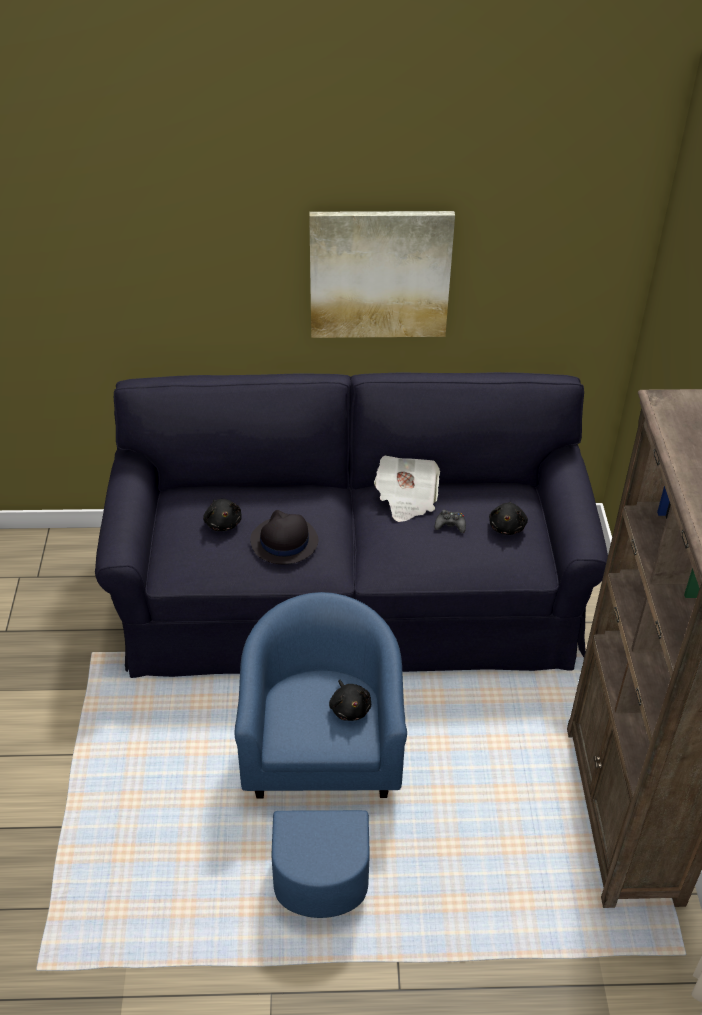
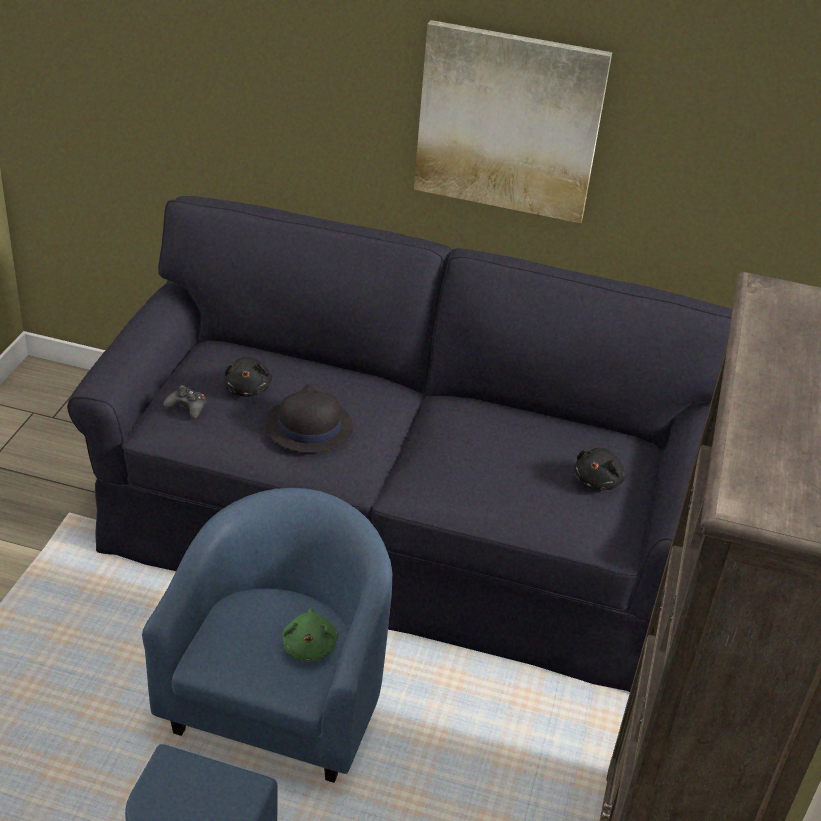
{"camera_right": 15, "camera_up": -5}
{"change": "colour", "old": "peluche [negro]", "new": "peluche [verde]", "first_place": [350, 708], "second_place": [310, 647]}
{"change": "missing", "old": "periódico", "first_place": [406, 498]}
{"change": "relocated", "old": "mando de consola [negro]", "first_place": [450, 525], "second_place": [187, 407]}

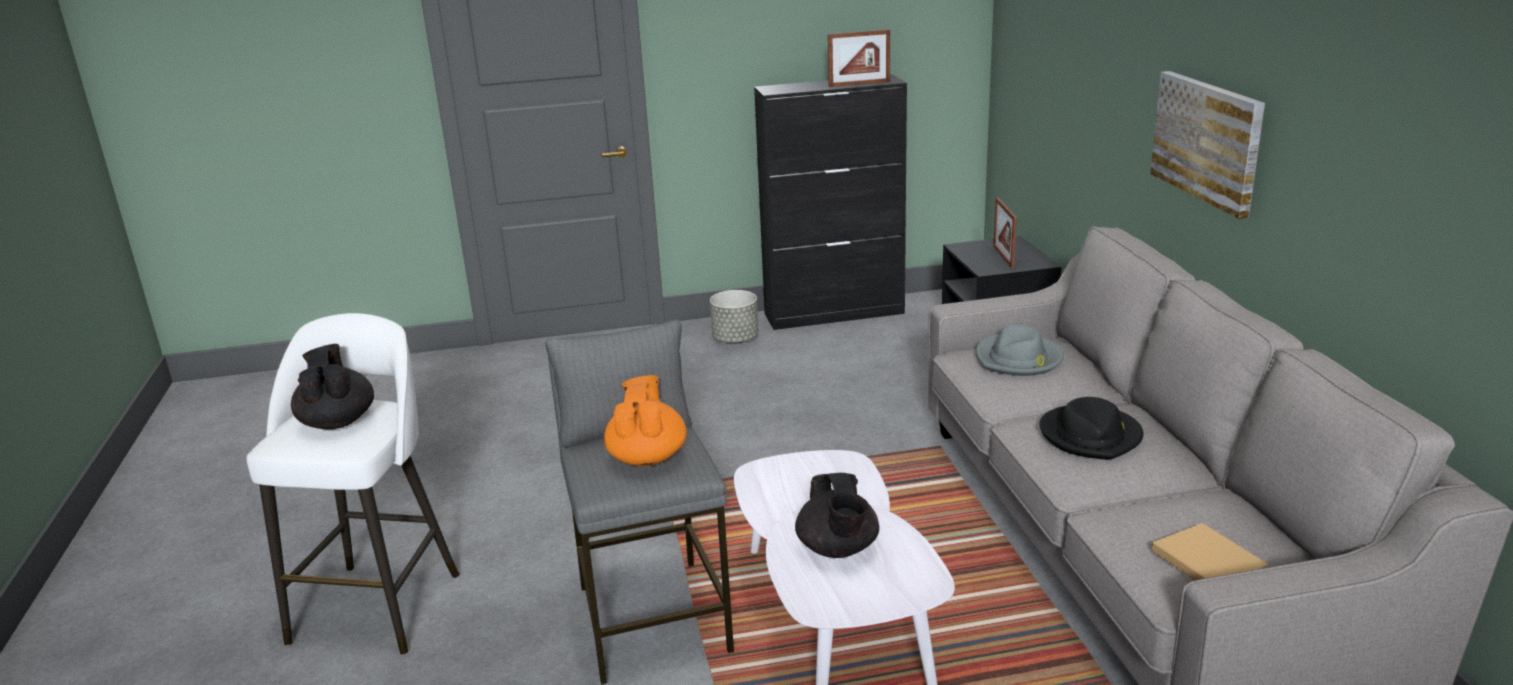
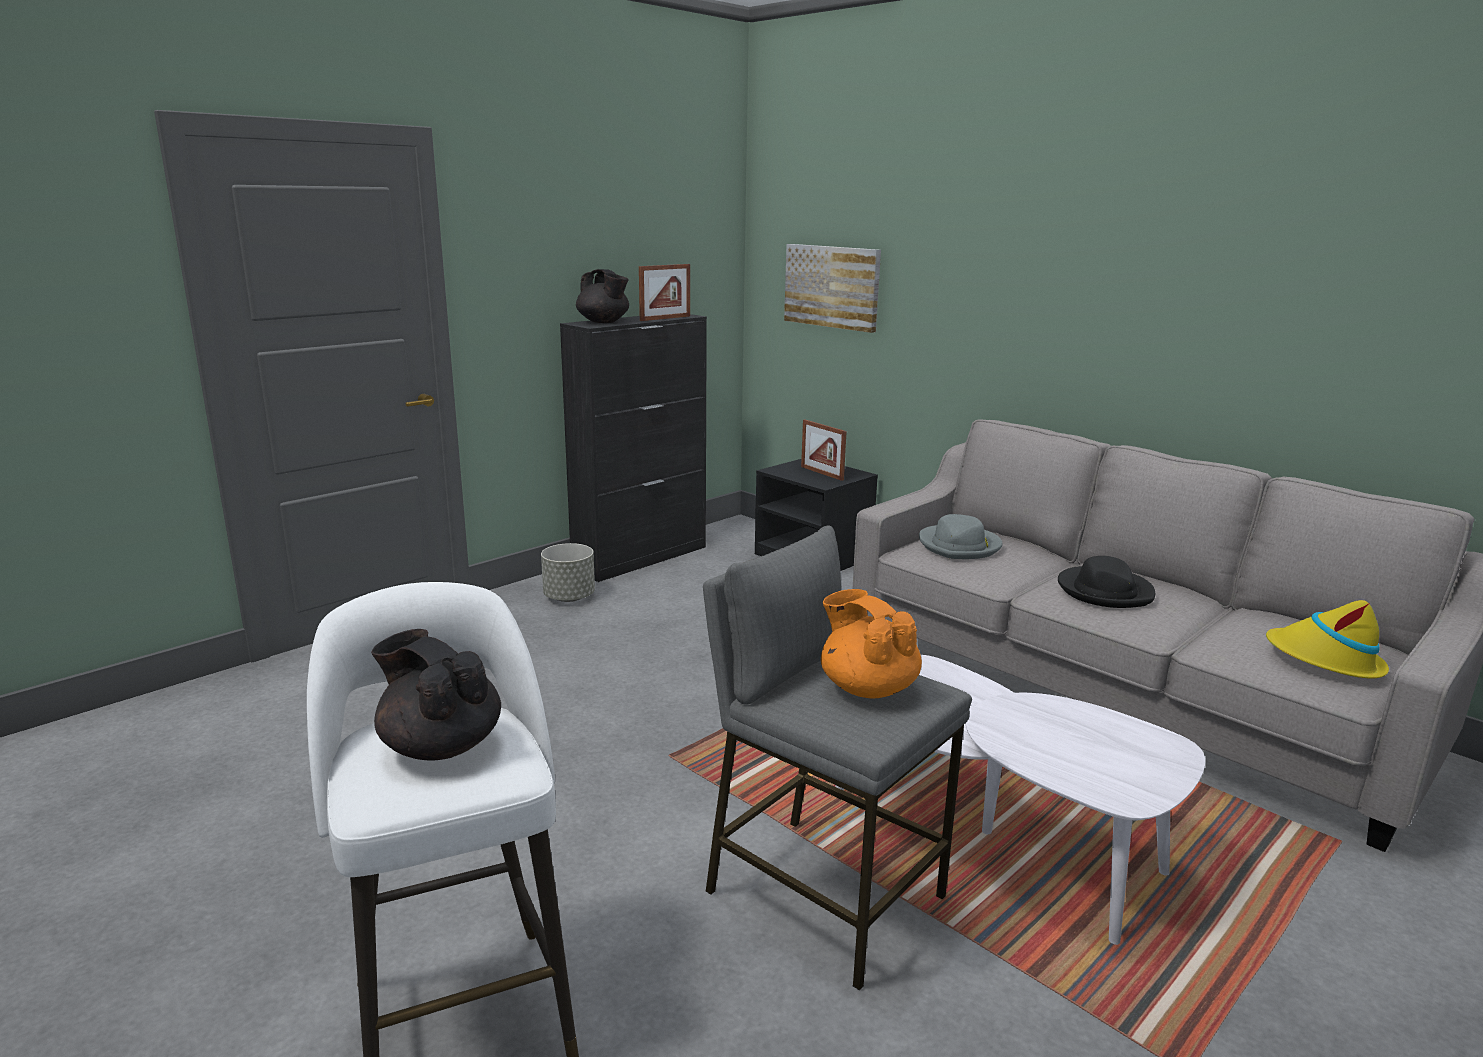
{"camera_right": -35, "camera_up": -5}
{"change": "relocated", "old": "tetera [negro]", "first_place": [838, 549], "second_place": [603, 322]}
{"change": "relocated", "old": "cuadro", "first_place": [1207, 141], "second_place": [832, 286]}
{"change": "exchanged", "old": "libro [beis]", "new": "sombrero [amarillo]", "first_place": [1205, 560], "second_place": [1324, 660]}

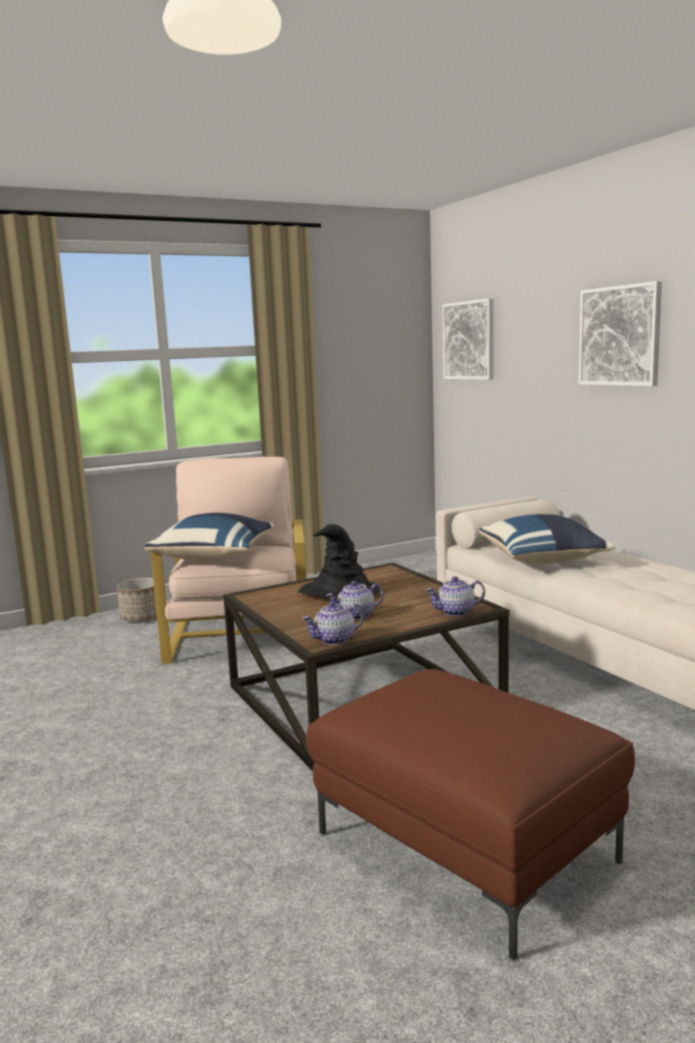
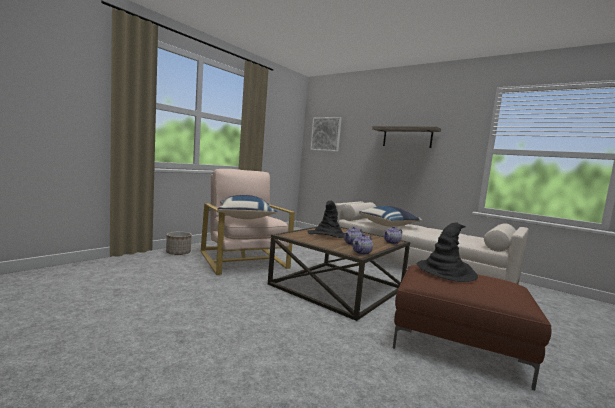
{"camera_right": -25, "camera_up": -5}
{"change": "exchanged", "old": "cuadro", "new": "estante", "first_place": [620, 336], "second_place": [407, 137]}
{"change": "appeared", "new": "sombrero [negro]", "second_place": [446, 271]}

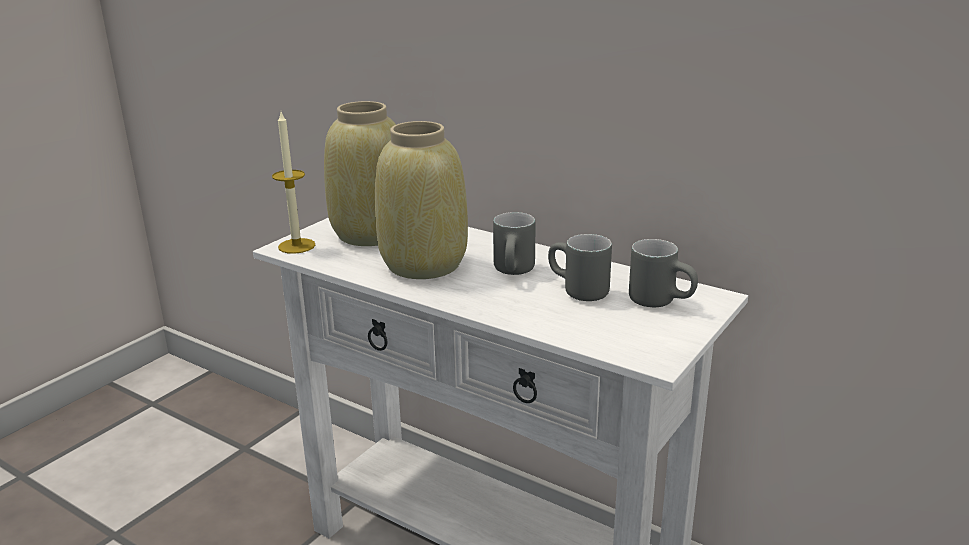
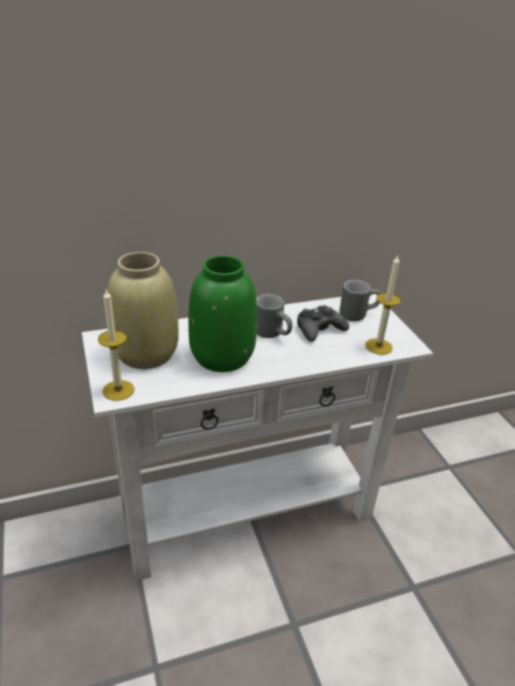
{"camera_right": -55, "camera_up": 10}
{"change": "colour", "old": "florero [beis]", "new": "florero [verde]", "first_place": [423, 264], "second_place": [221, 356]}
{"change": "exchanged", "old": "taza grande [gris]", "new": "mando de consola [negro]", "first_place": [576, 292], "second_place": [319, 329]}
{"change": "appeared", "new": "vela", "second_place": [378, 346]}

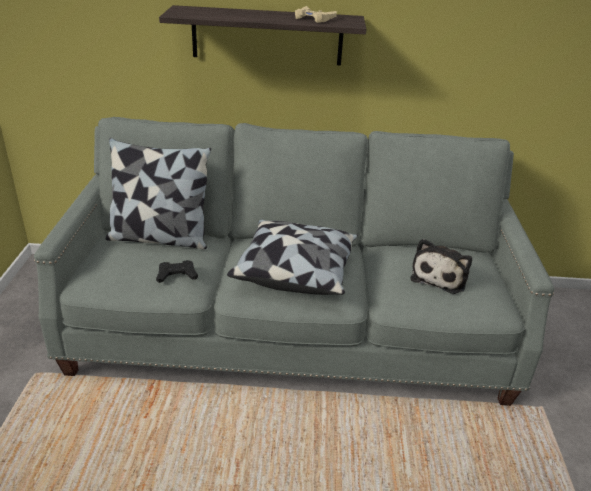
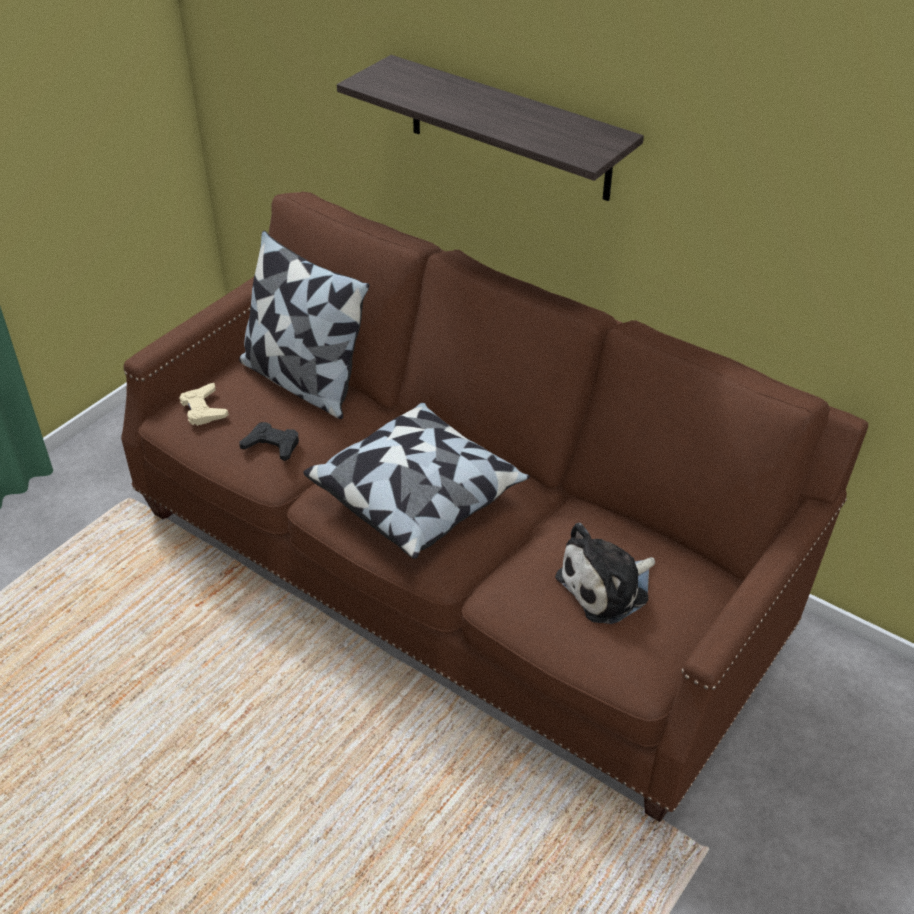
{"camera_right": 35, "camera_up": 10}
{"change": "colour", "old": "sofá [gris]", "new": "sofá [marrón]", "first_place": [292, 328], "second_place": [459, 568]}
{"change": "relocated", "old": "mando de consola [beis]", "first_place": [313, 18], "second_place": [203, 409]}

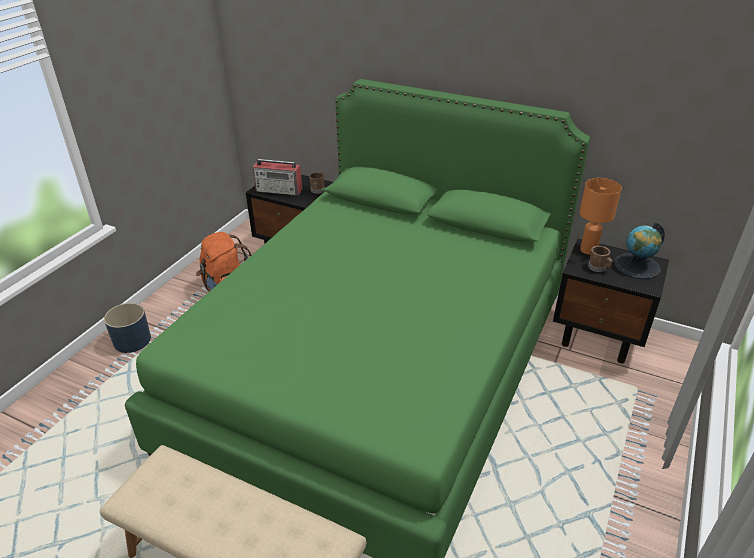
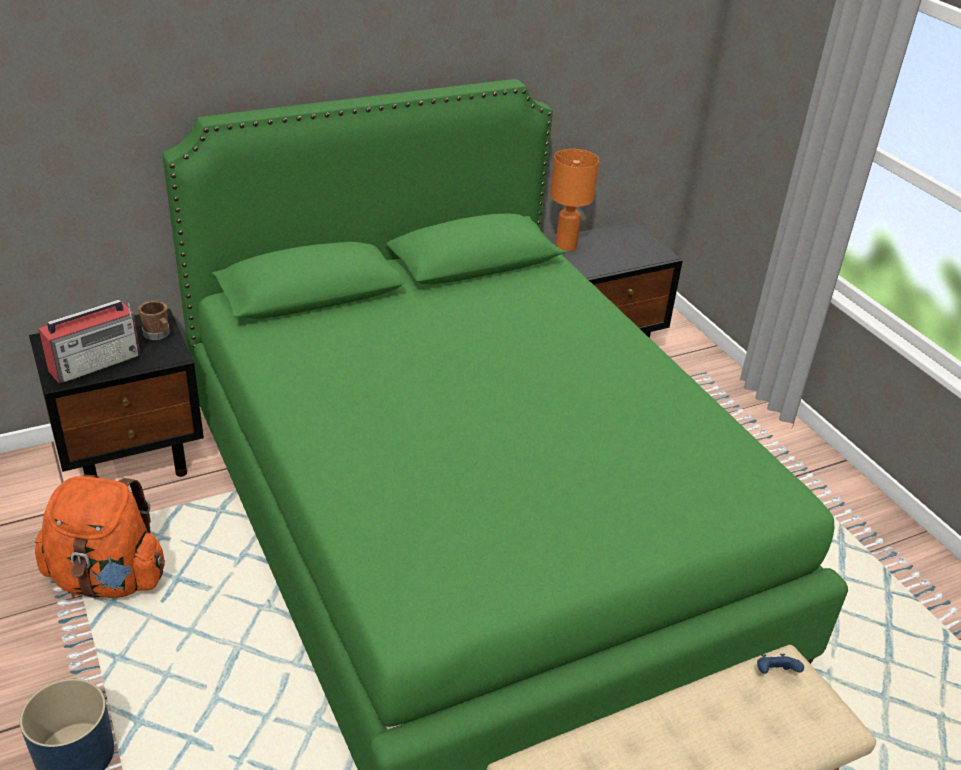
{"camera_right": -55, "camera_up": 0}
{"change": "missing", "old": "taza grande [marrón]", "first_place": [598, 268]}
{"change": "missing", "old": "globo terráqueo", "first_place": [637, 266]}
{"change": "appeared", "new": "mando de consola [azul]", "second_place": [774, 673]}

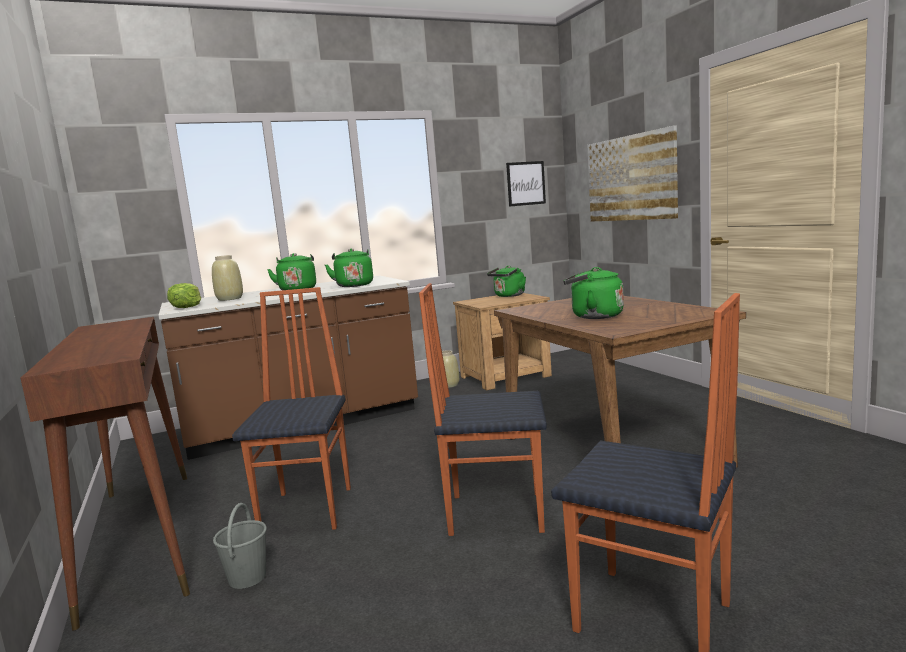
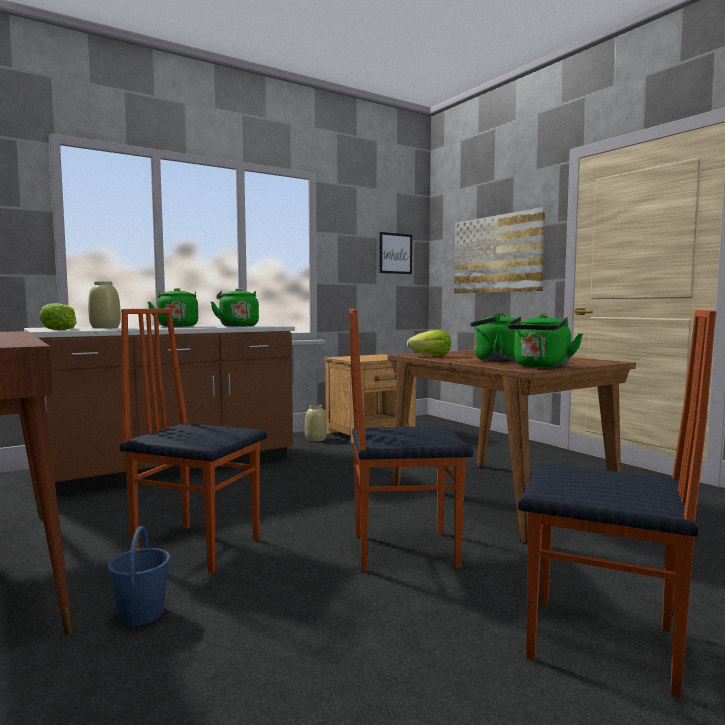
{"camera_right": -10, "camera_up": -5}
{"change": "colour", "old": "cubo [gris]", "new": "cubo [azul]", "first_place": [247, 577], "second_place": [142, 613]}
{"change": "spun", "old": "silla", "first_place": [309, 509], "second_place": [198, 546], "degrees": -60}
{"change": "relocated", "old": "hervidor [verde]", "first_place": [508, 296], "second_place": [540, 366]}
{"change": "appeared", "new": "lechuga", "second_place": [431, 356]}

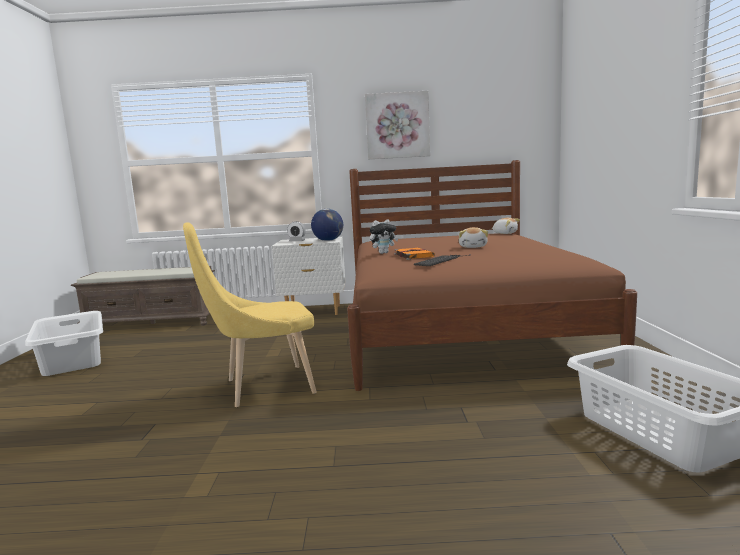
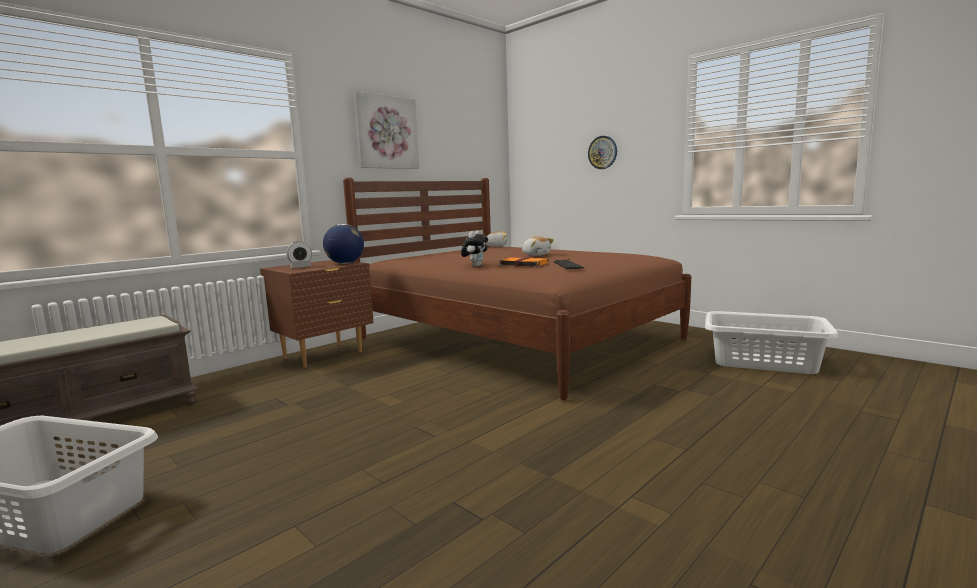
{"camera_right": -45, "camera_up": 0}
{"change": "missing", "old": "silla [amarillo]", "first_place": [262, 387]}
{"change": "colour", "old": "mesita de noche [blanco]", "new": "mesita de noche [marrón]", "first_place": [314, 311], "second_place": [323, 355]}
{"change": "appeared", "new": "reloj de pared", "second_place": [602, 152]}

